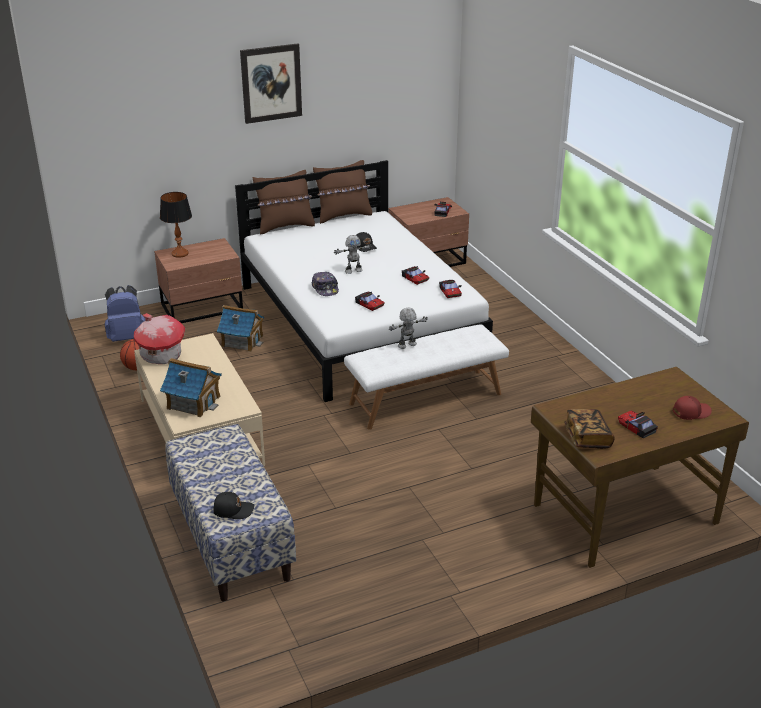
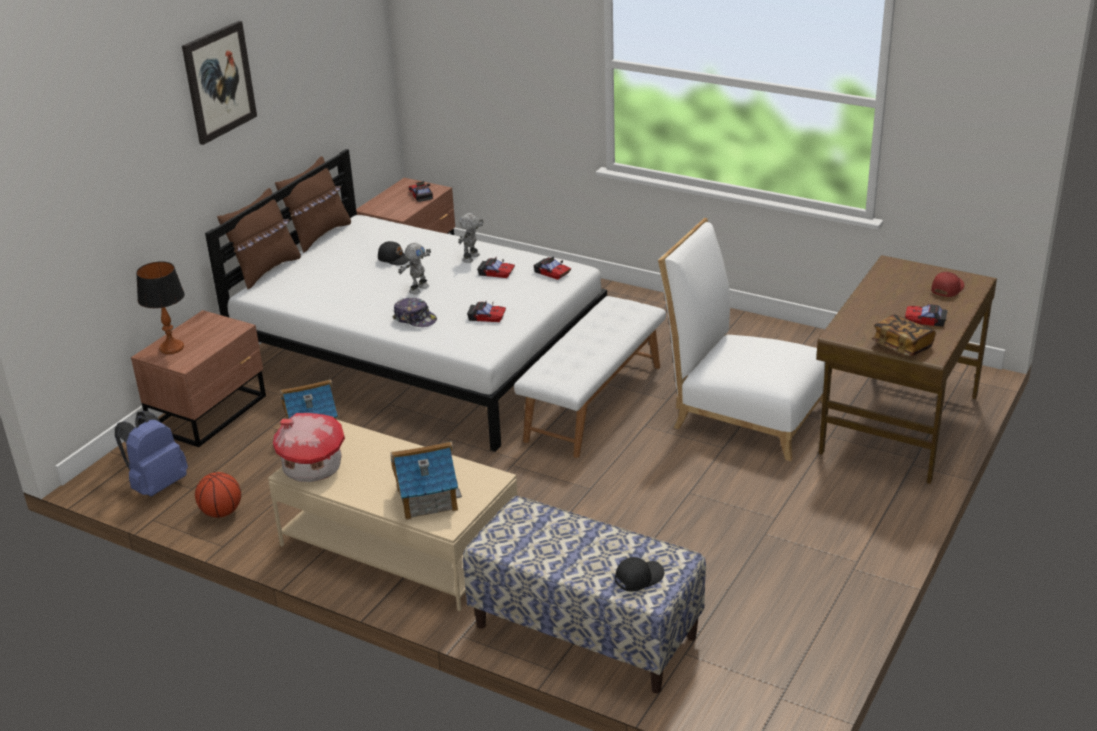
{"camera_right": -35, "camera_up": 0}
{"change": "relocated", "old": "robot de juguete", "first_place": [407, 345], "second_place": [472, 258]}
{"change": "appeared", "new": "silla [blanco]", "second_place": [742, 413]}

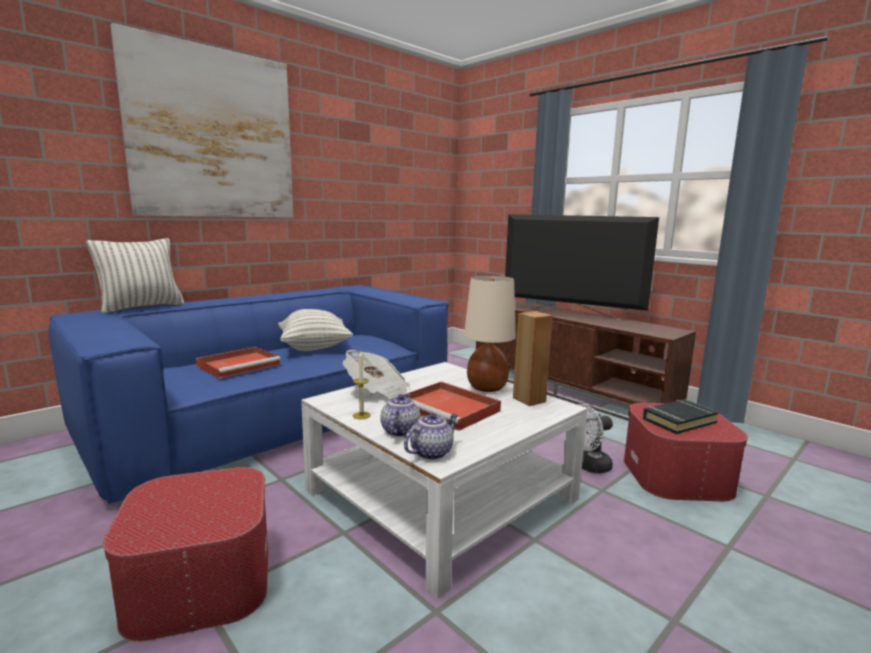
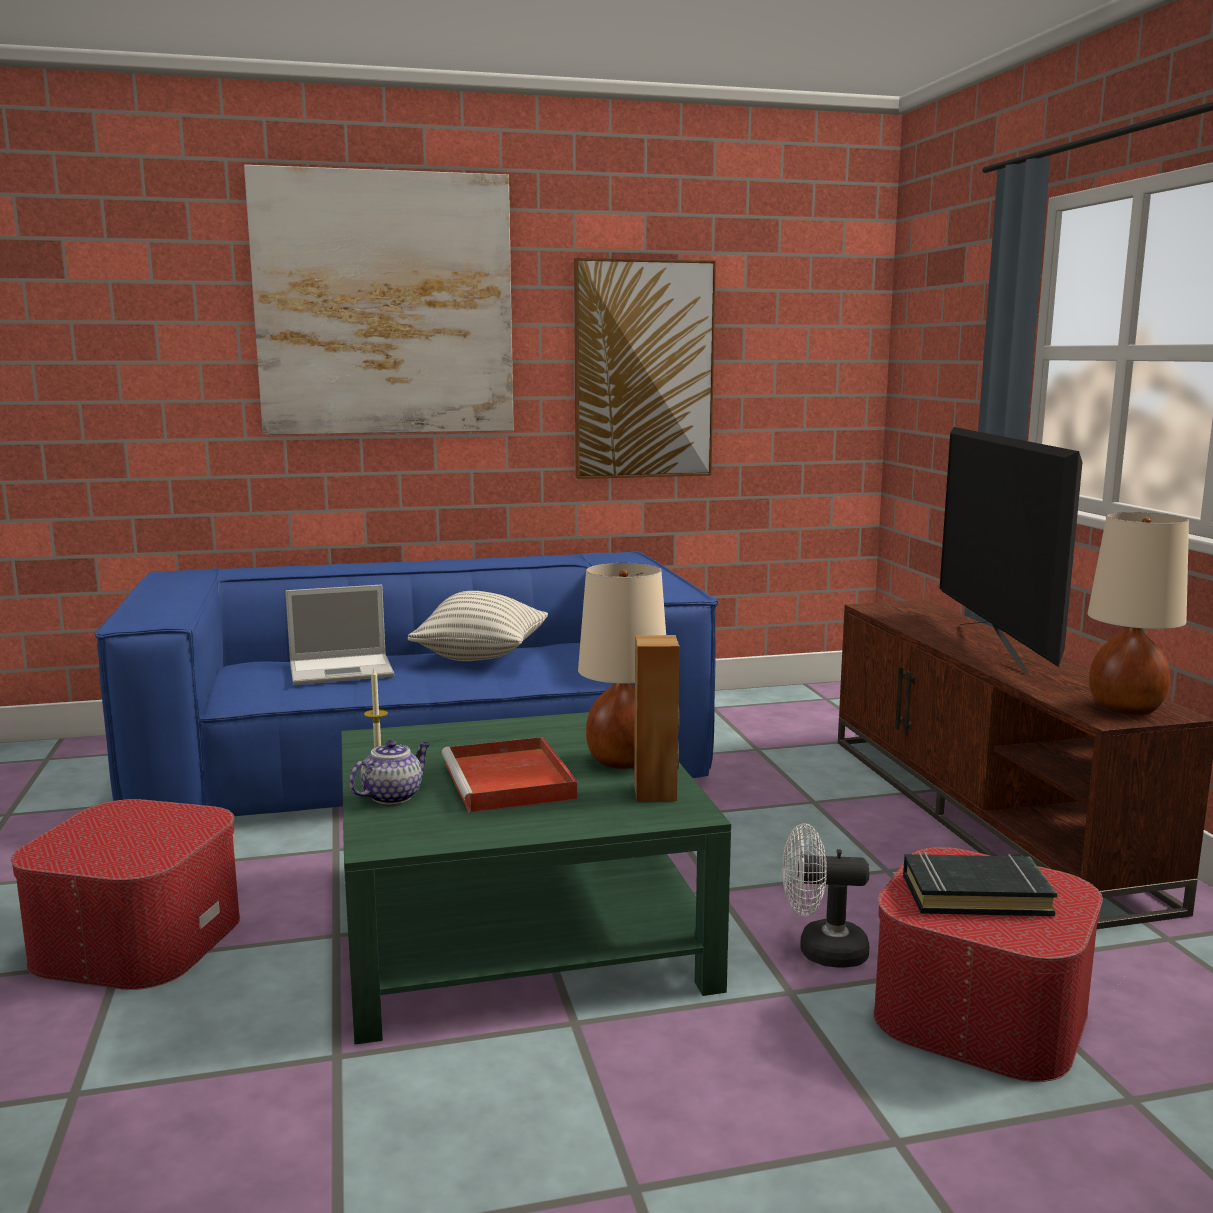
{"camera_right": 30, "camera_up": 0}
{"change": "missing", "old": "cojín", "first_place": [142, 307]}
{"change": "exchanged", "old": "bandeja [rojo]", "new": "portátil", "first_place": [240, 365], "second_place": [343, 670]}
{"change": "colour", "old": "mesa de centro [blanco]", "new": "mesa de centro [verde]", "first_place": [441, 494], "second_place": [518, 925]}
{"change": "missing", "old": "periódico", "first_place": [377, 392]}
{"change": "missing", "old": "tetera", "first_place": [431, 452]}
{"change": "spun", "old": "televisor", "first_place": [570, 314], "second_place": [993, 647], "degrees": -150}
{"change": "appeared", "new": "cuadro", "second_place": [643, 370]}
{"change": "appeared", "new": "lámpara de mesa [beis]", "second_place": [1124, 709]}

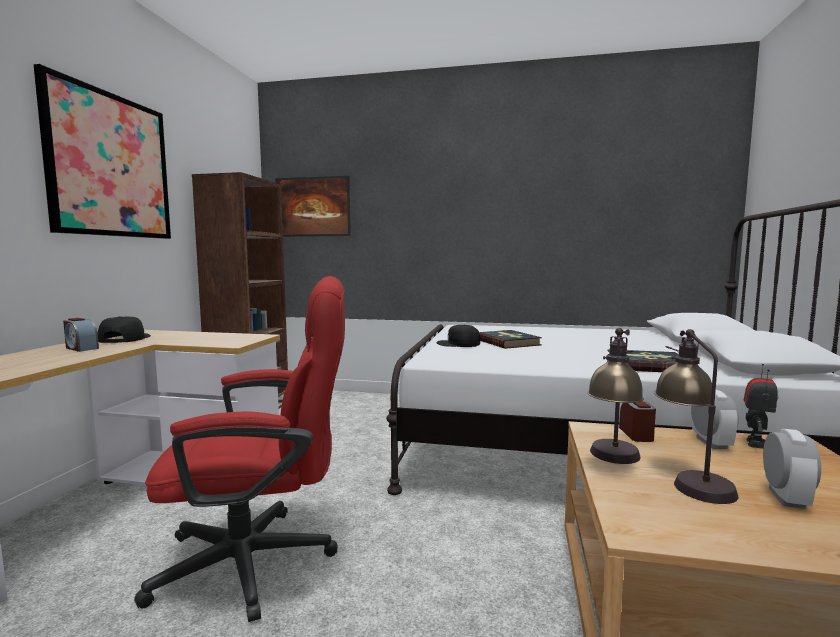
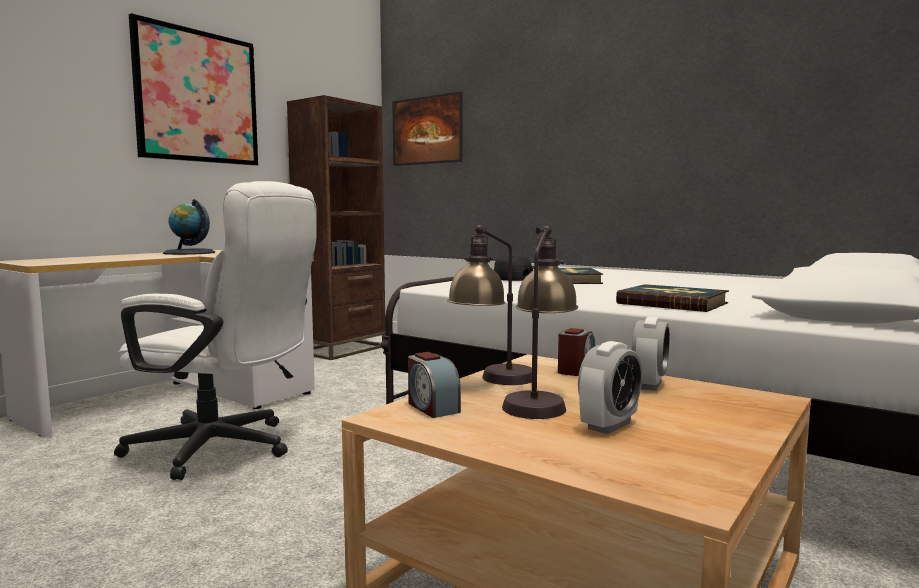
{"camera_right": 25, "camera_up": 0}
{"change": "relocated", "old": "despertador", "first_place": [81, 348], "second_place": [432, 407]}
{"change": "exchanged", "old": "gorra [negro]", "new": "globo terráqueo", "first_place": [124, 338], "second_place": [189, 253]}
{"change": "colour", "old": "silla de oficina [rojo]", "new": "silla de oficina [blanco]", "first_place": [262, 561], "second_place": [224, 449]}
{"change": "missing", "old": "robot de juguete", "first_place": [756, 443]}

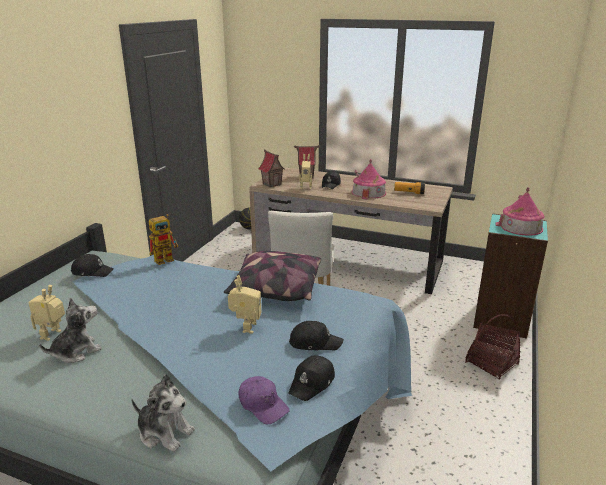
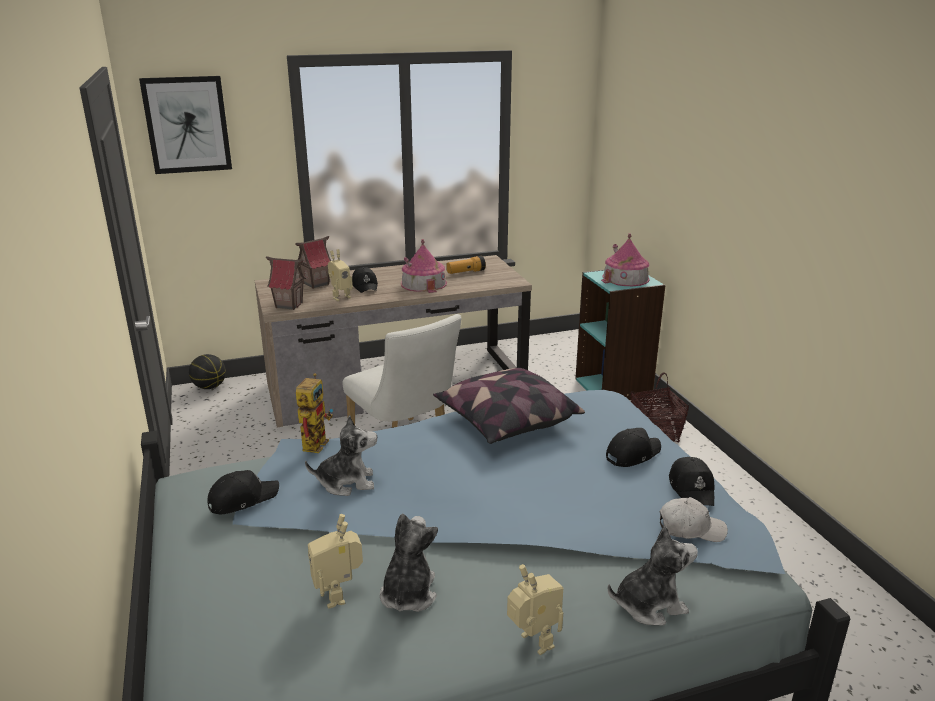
{"camera_right": -40, "camera_up": 0}
{"change": "relocated", "old": "robot de juguete", "first_place": [246, 327], "second_place": [532, 644]}
{"change": "colour", "old": "gorra [morado]", "new": "gorra [blanco]", "first_place": [263, 405], "second_place": [691, 528]}
{"change": "appeared", "new": "cuadro", "second_place": [187, 125]}
{"change": "appeared", "new": "peluche", "second_place": [346, 482]}

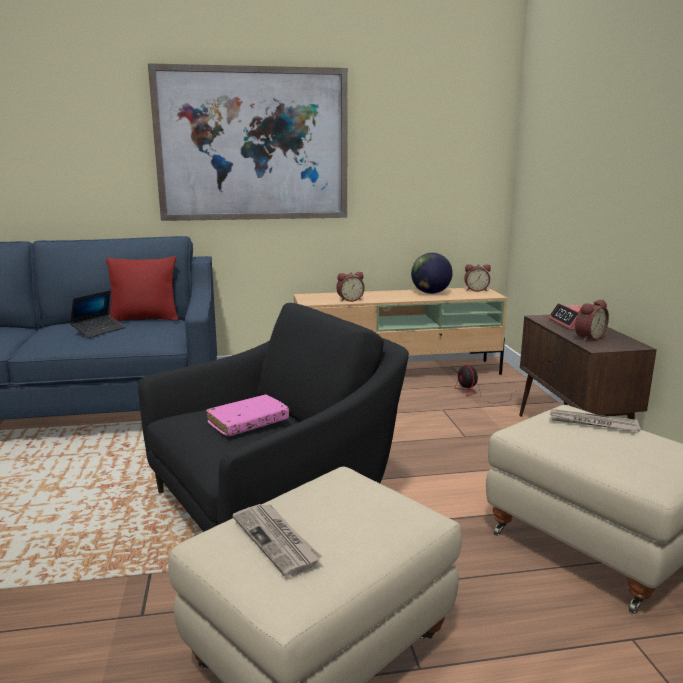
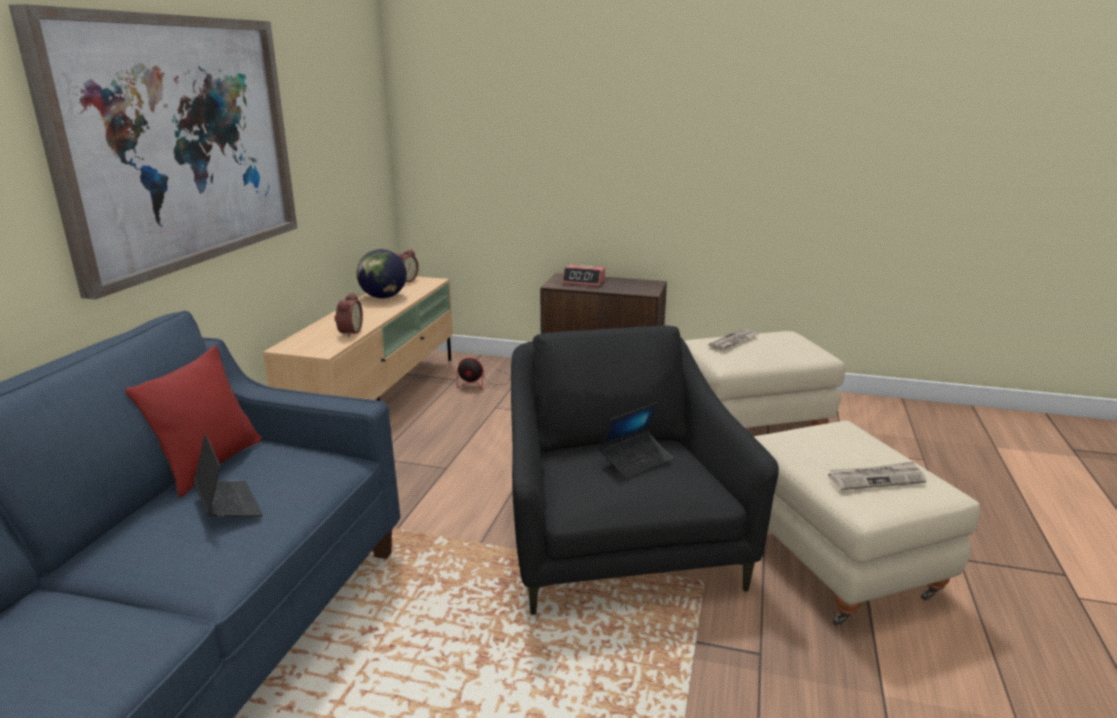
{"camera_right": -65, "camera_up": 5}
{"change": "exchanged", "old": "libro [rosa]", "new": "portátil", "first_place": [248, 423], "second_place": [636, 461]}
{"change": "missing", "old": "despertador", "first_place": [587, 337]}

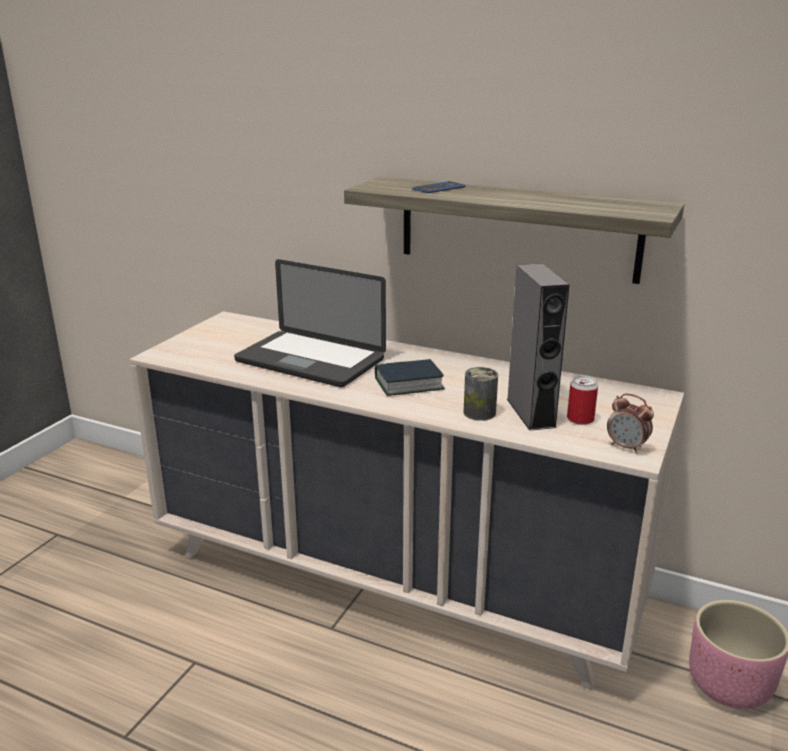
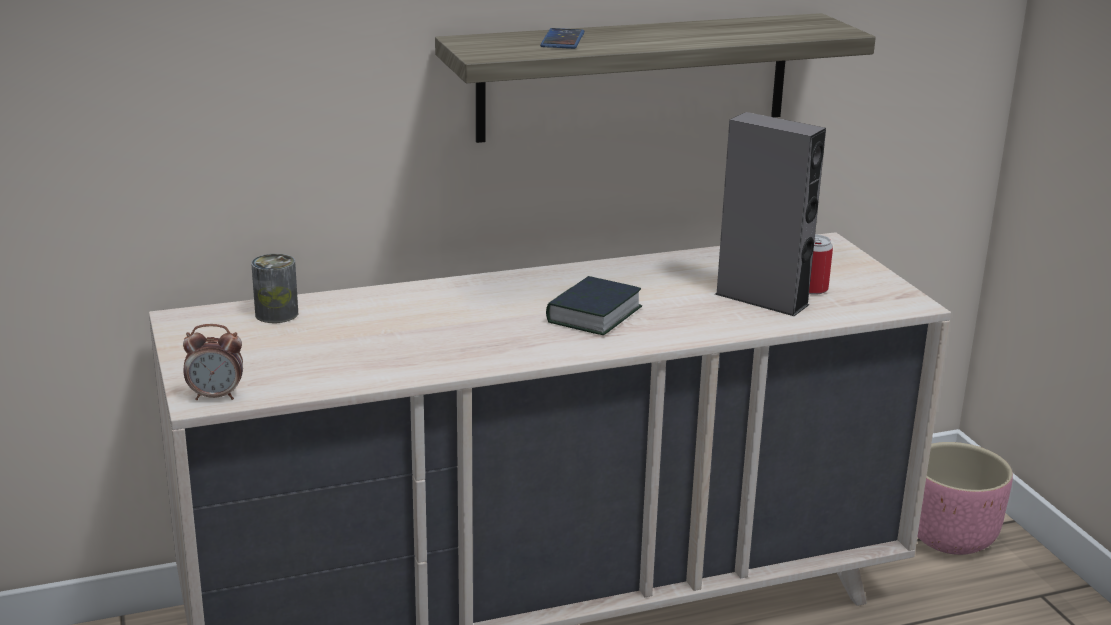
{"camera_right": -45, "camera_up": 0}
{"change": "missing", "old": "portátil", "first_place": [310, 360]}
{"change": "relocated", "old": "lata", "first_place": [479, 413], "second_place": [276, 314]}
{"change": "relocated", "old": "despertador", "first_place": [627, 447], "second_place": [216, 396]}

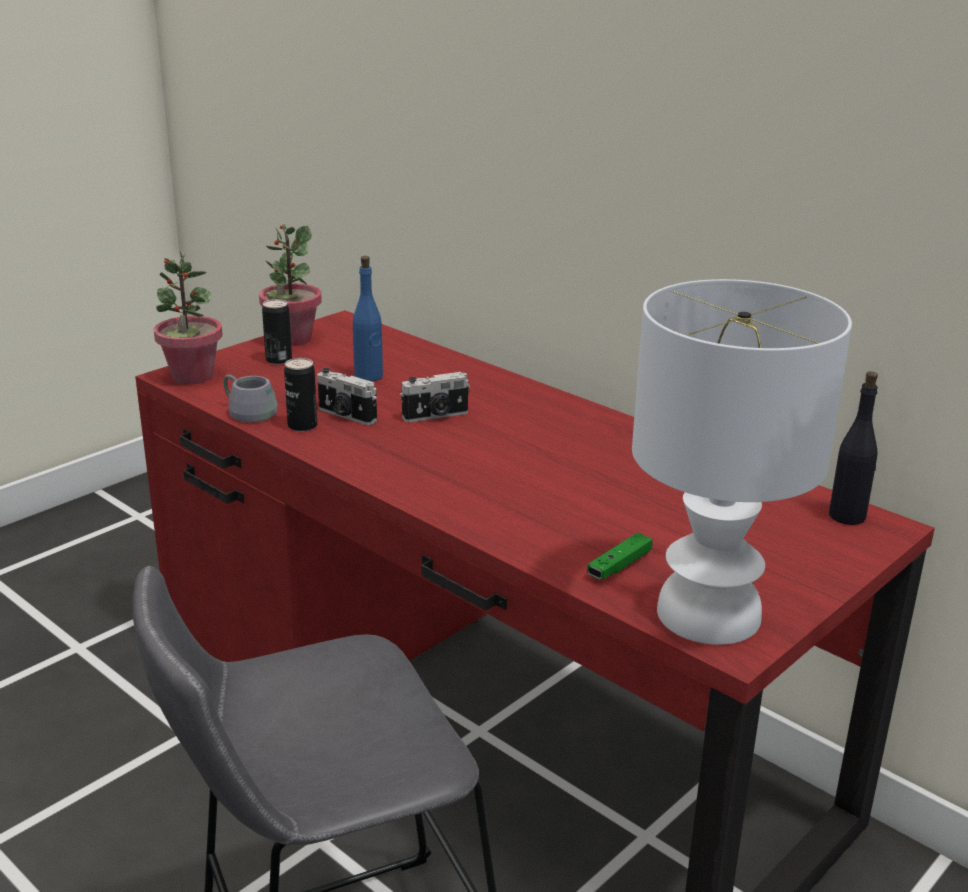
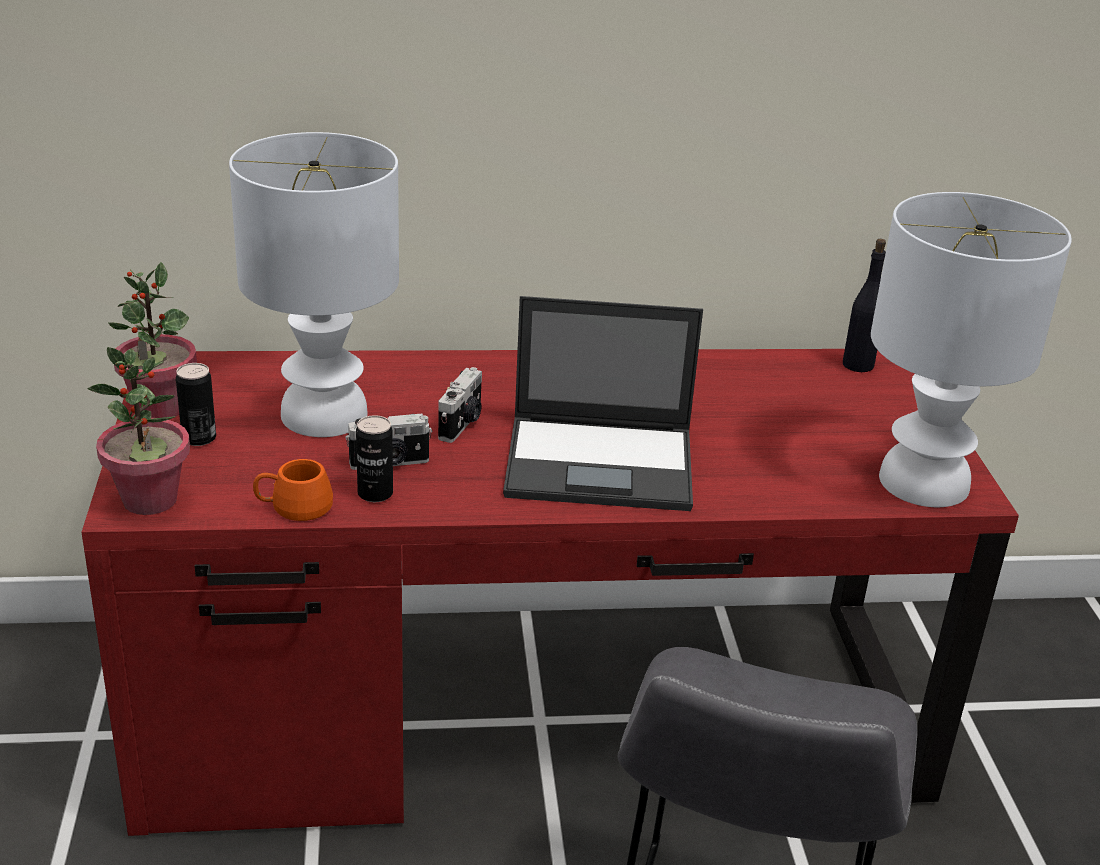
{"camera_right": -50, "camera_up": 5}
{"change": "colour", "old": "taza grande [gris]", "new": "taza grande [naranja]", "first_place": [252, 410], "second_place": [293, 503]}
{"change": "exchanged", "old": "botella [azul]", "new": "lámpara de mesa [blanco]", "first_place": [369, 376], "second_place": [323, 413]}
{"change": "missing", "old": "mando de consola [verde]", "first_place": [619, 566]}
{"change": "appeared", "new": "portátil", "second_place": [602, 463]}

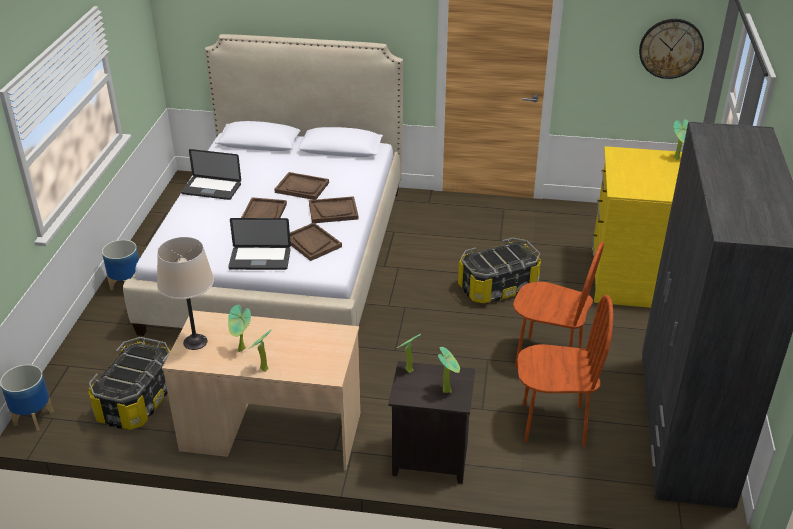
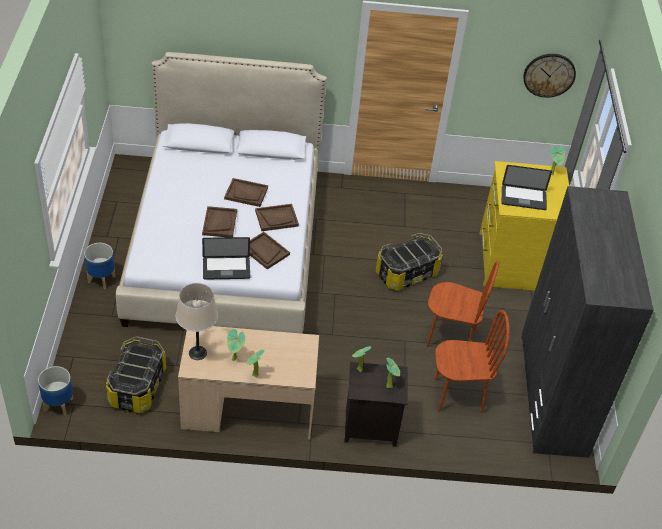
{"camera_right": -10, "camera_up": 10}
{"change": "relocated", "old": "portátil", "first_place": [211, 189], "second_place": [523, 198]}

